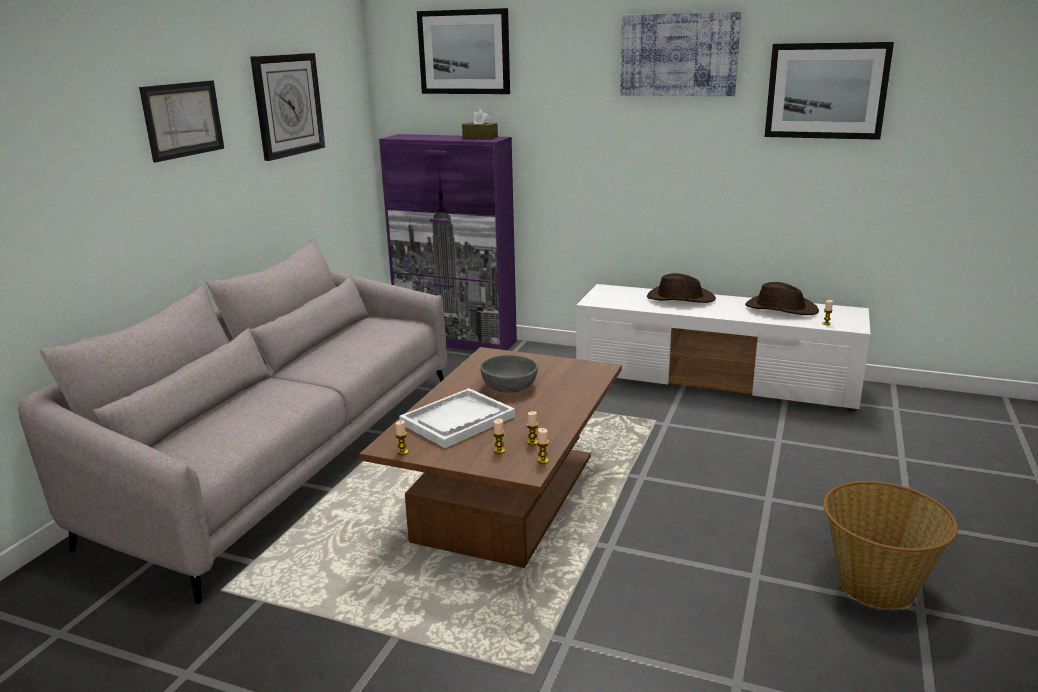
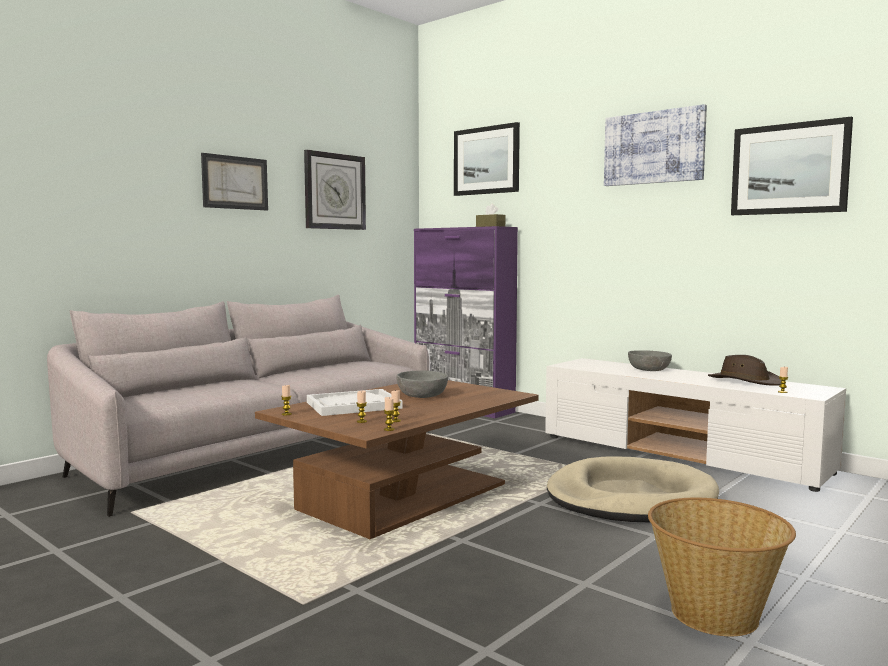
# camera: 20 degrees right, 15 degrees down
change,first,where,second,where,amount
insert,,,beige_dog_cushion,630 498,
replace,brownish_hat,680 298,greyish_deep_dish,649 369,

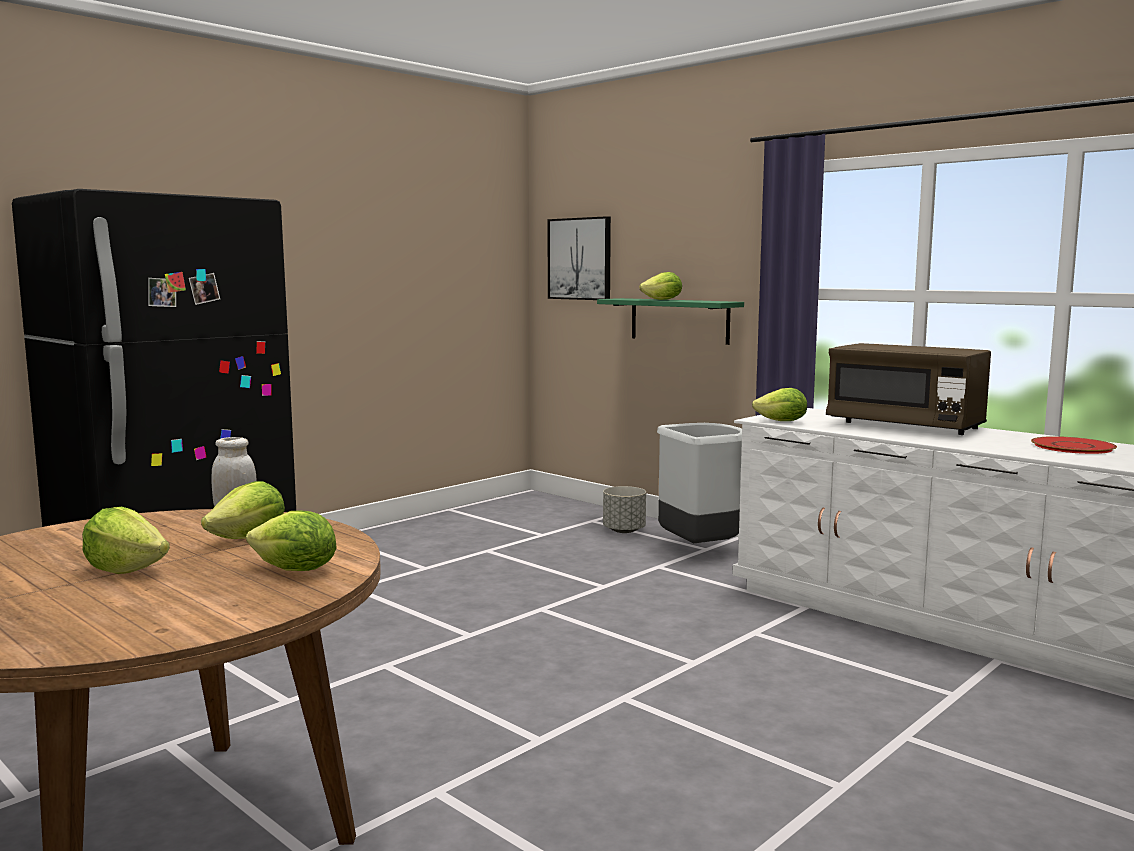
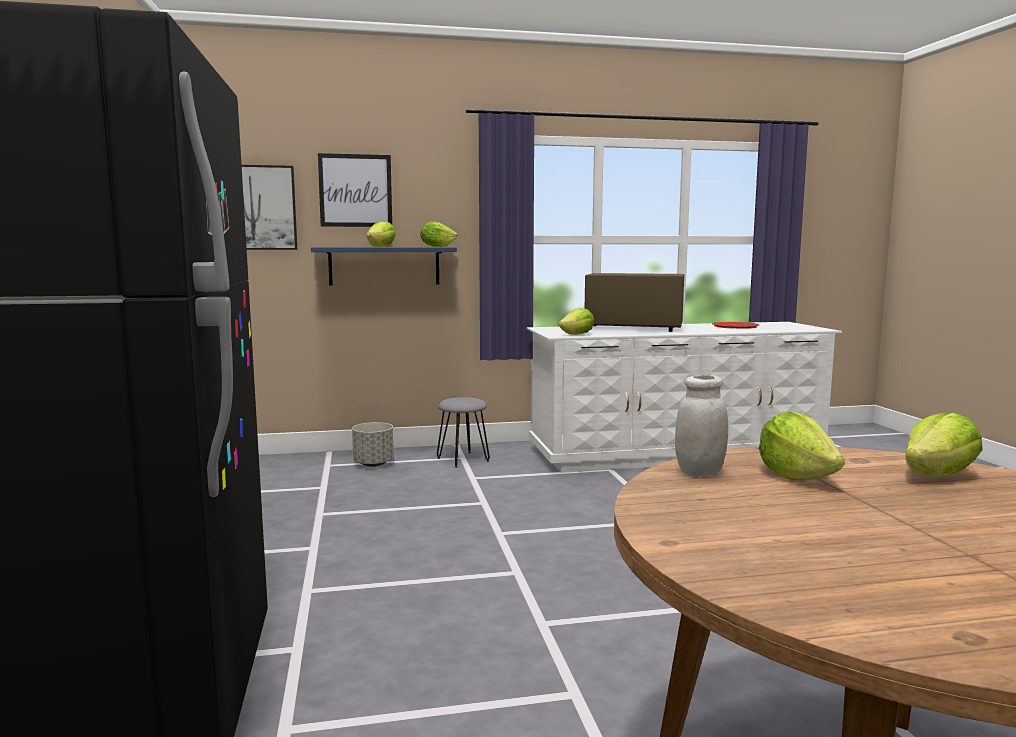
# camera: 55 degrees left, 0 degrees up
change,first,where,second,where,amount
insert,,,picture,355 190,
move,lettuce,126 569,,437 247,
replace,greyish_waste_bin,700 550,greyish_stool_seat,462 459,
recolor,green_bracket_shelf,679 320,blue-coloured_bracket_shelf,384 266,
rotate,brownish_kitchen_microwave,904 426,,633 328,150 degrees counterclockwise

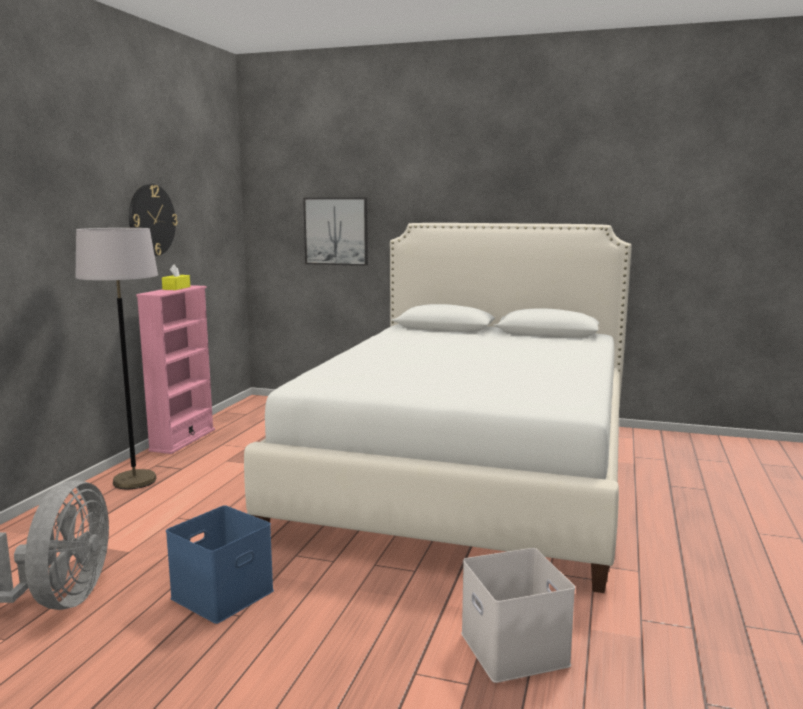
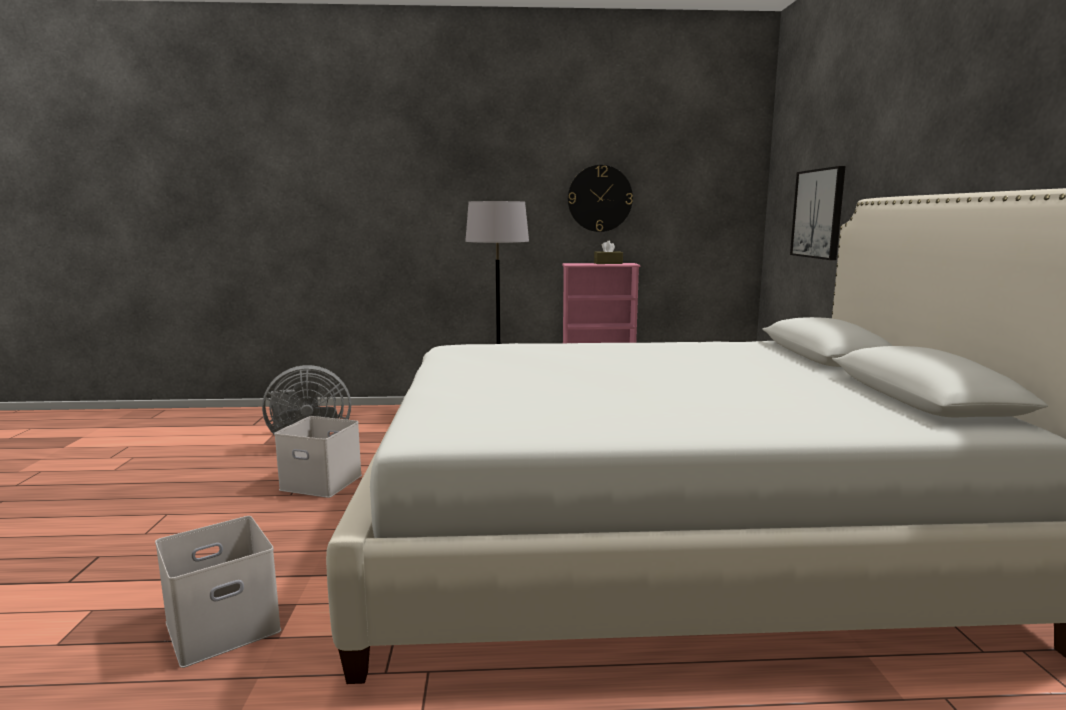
# camera: 70 degrees right, 0 degrees up
change,first,where,second,where,amount
recolor,yellowish_box_of_tissues,176 288,brownish_box_of_tissues,608 263,
recolor,blue-coloured_storage_box,223 593,white_storage_box,323 482,

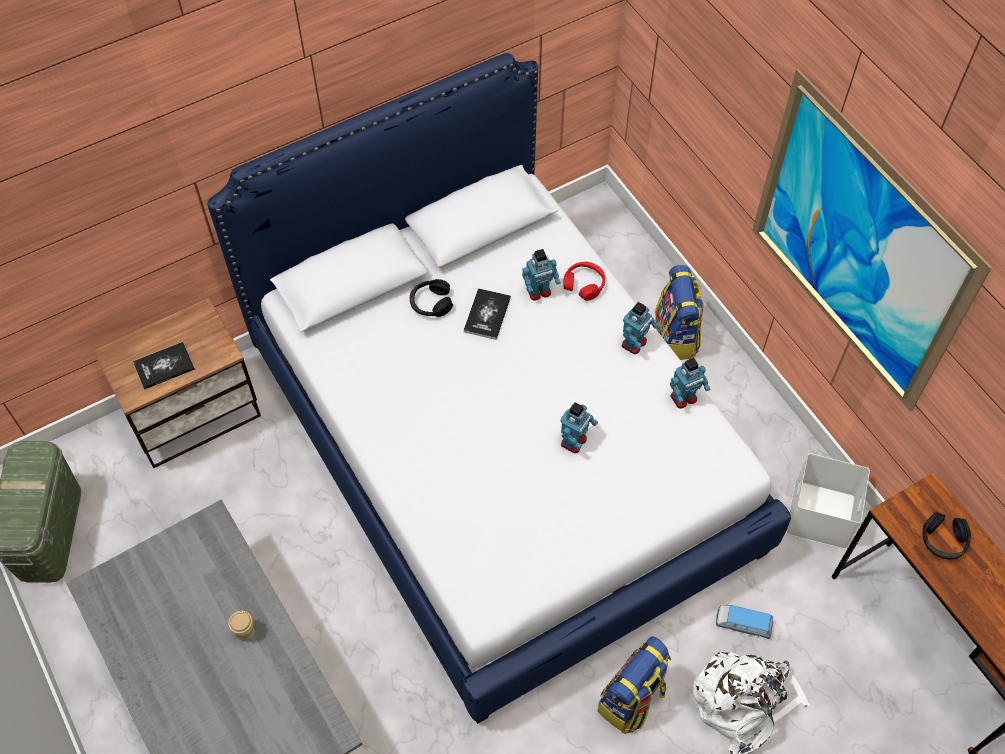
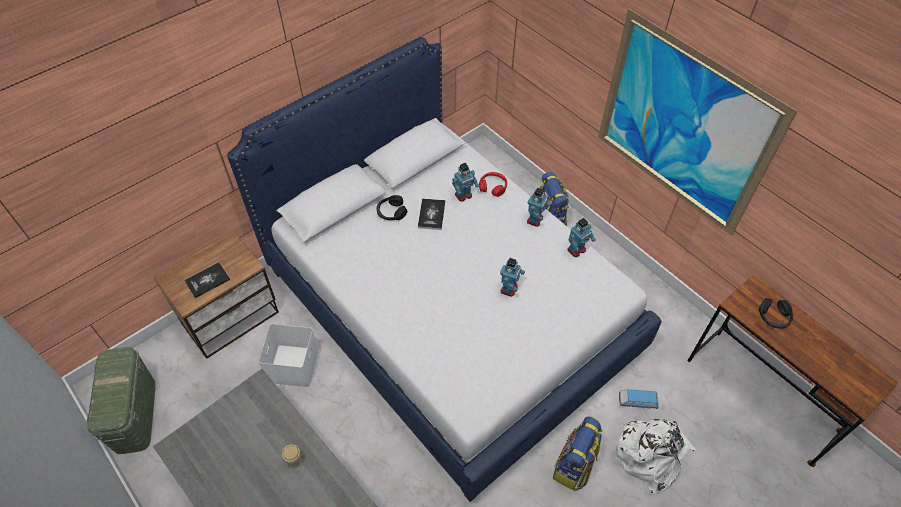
# camera: 10 degrees left, 5 degrees down
change,first,where,second,where,amount
move,white_storage_box,821 516,,294 367,

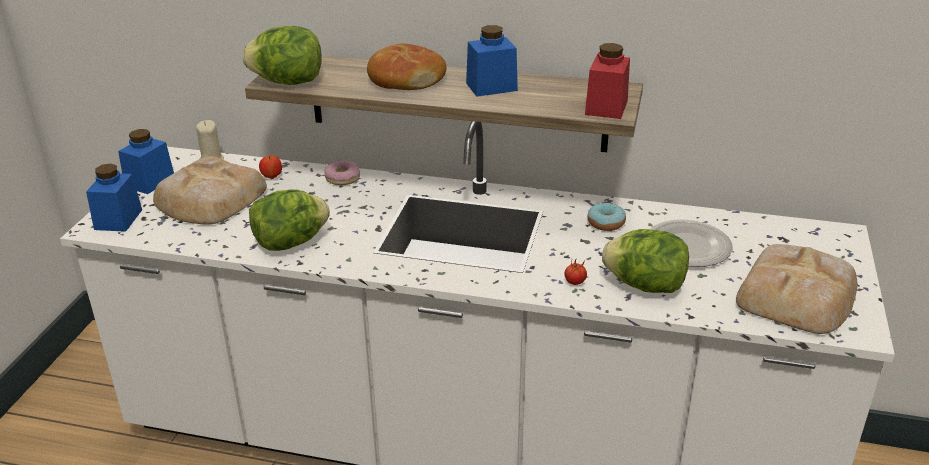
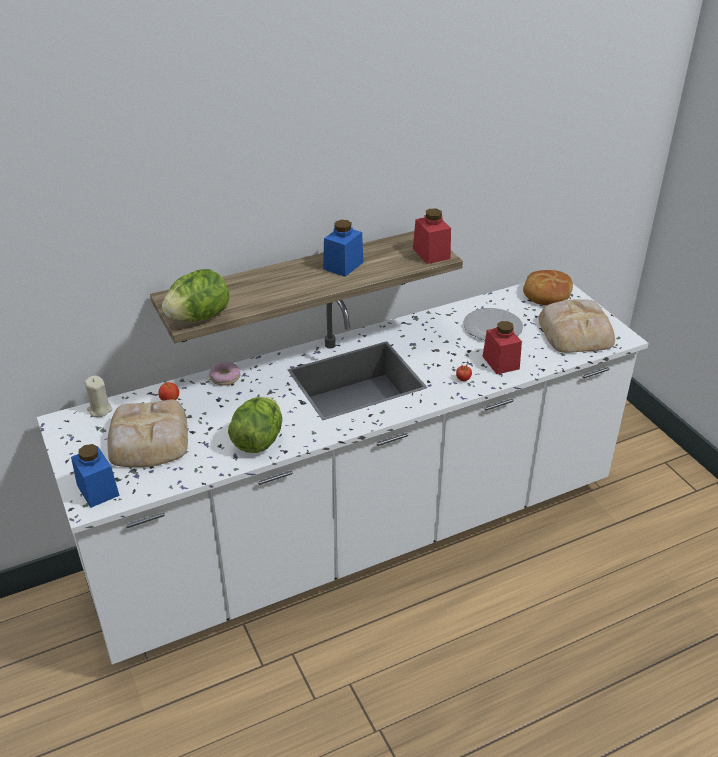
# camera: 40 degrees left, 5 degrees up
change,first,where,second,where,amount
delete,blue-coloured_storage_jar,150 182,,,
delete,doughnut,606 223,,,
move,bakery_bread,405 79,,546 294,
replace,lettuce,645 286,red-coloured_storage_jar,500 362,

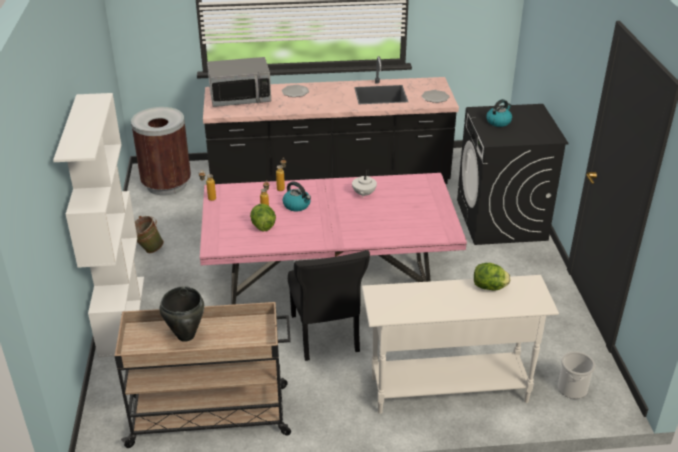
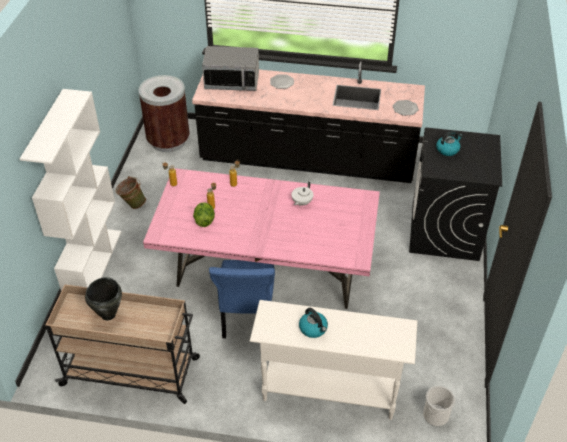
# camera: 15 degrees right, 10 degrees up
change,first,where,second,where,amount
delete,lettuce,489 287,,,
move,kettle,297 205,,313 329,
recolor,black_upright_chair,325 336,blue-coloured_upright_chair,247 318,

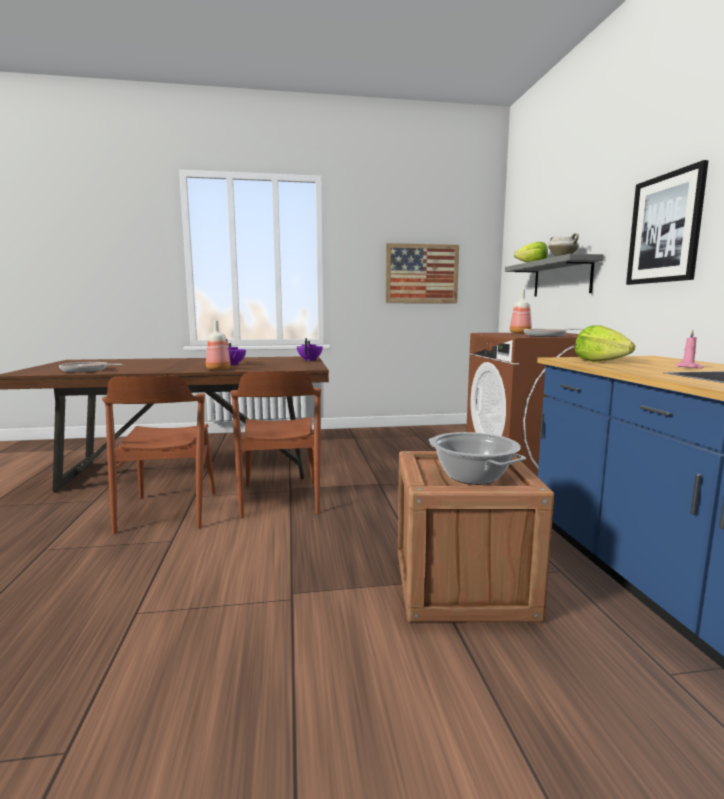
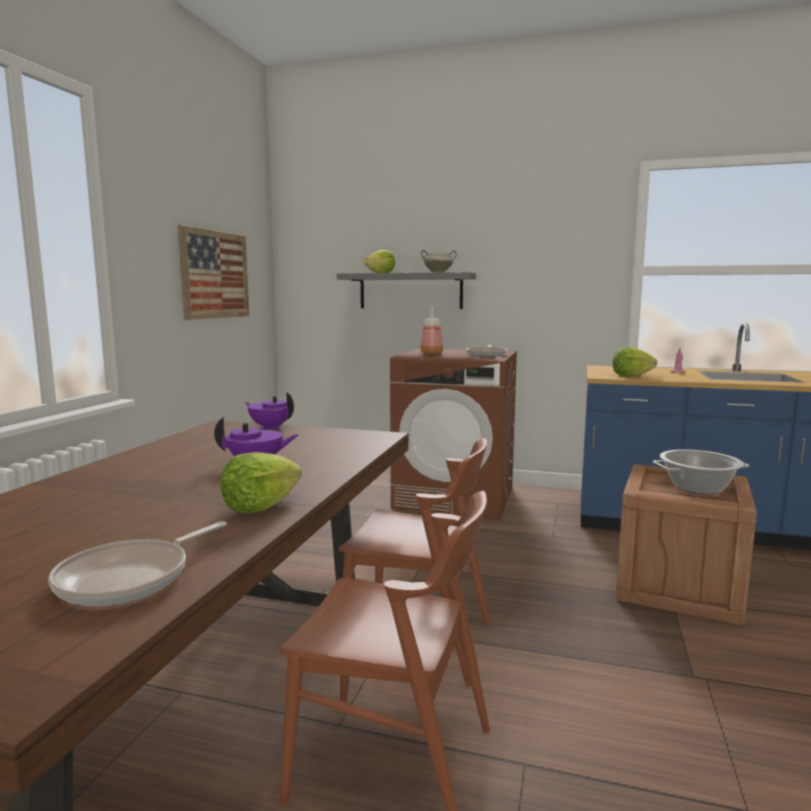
# camera: 65 degrees left, 0 degrees up
change,first,where,second,where,amount
delete,drink_bottle,218 369,,,
delete,picture,665 229,,,
insert,,,lettuce,260 506,

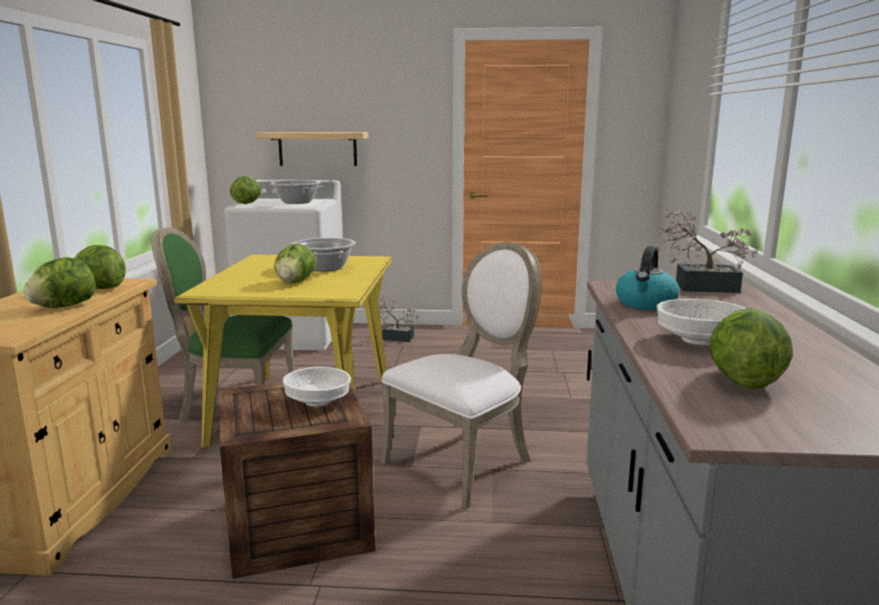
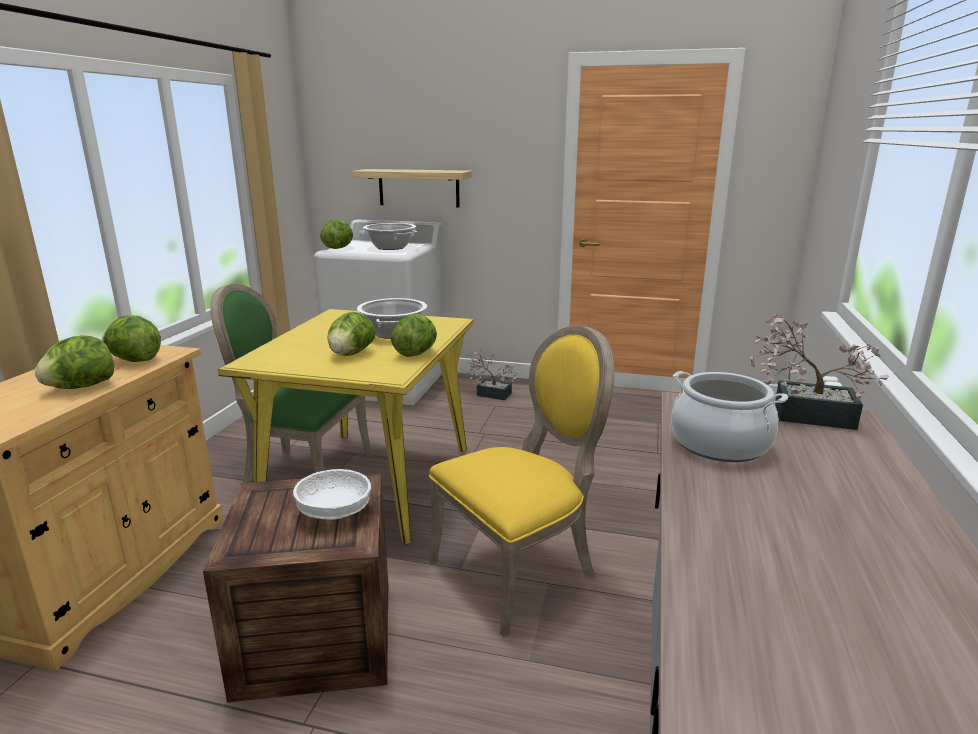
# camera: 10 degrees right, 5 degrees up
change,first,where,second,where,amount
delete,white_deep_dish,700 340,,,
move,lettuce,742 381,,416 353,
replace,kettle,646 304,saucepot,719 444,
recolor,white_upright_chair,465 462,yellowish_upright_chair,520 569,

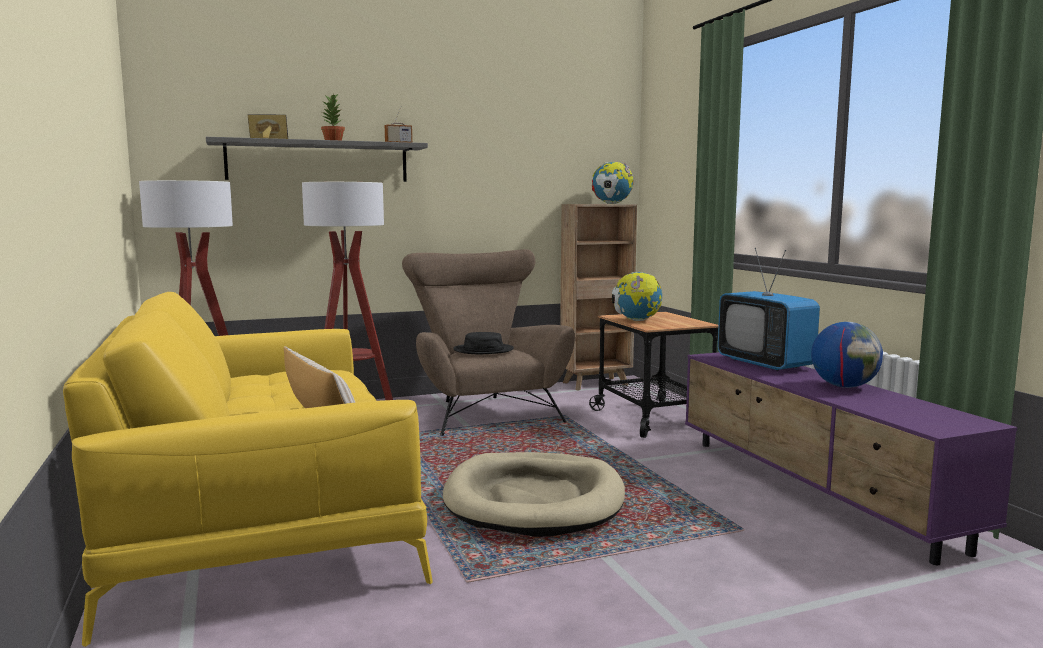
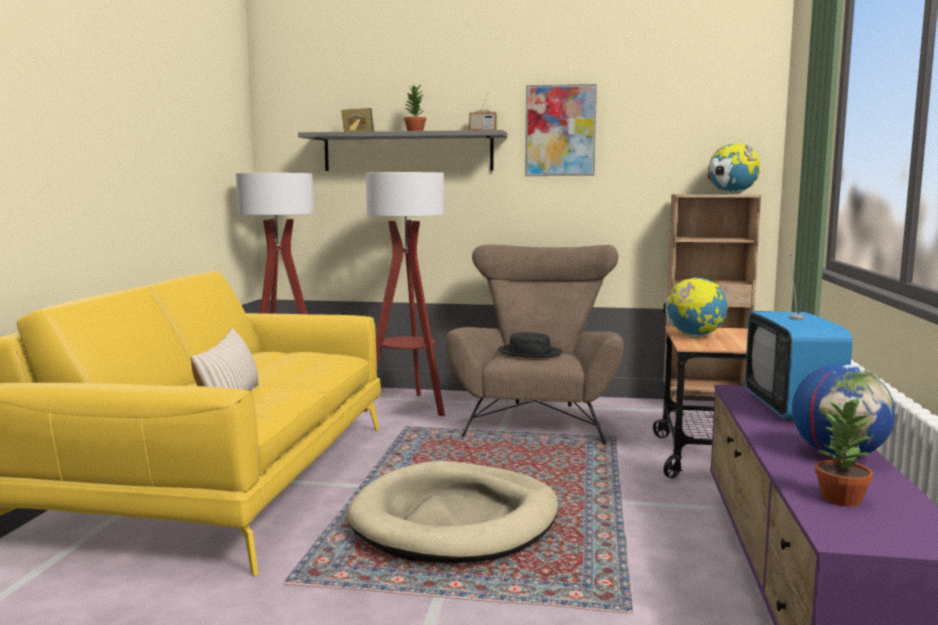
# camera: 30 degrees right, 0 degrees up
change,first,where,second,where,amount
insert,,,picture,560 130,
insert,,,houseplant,840 499,

